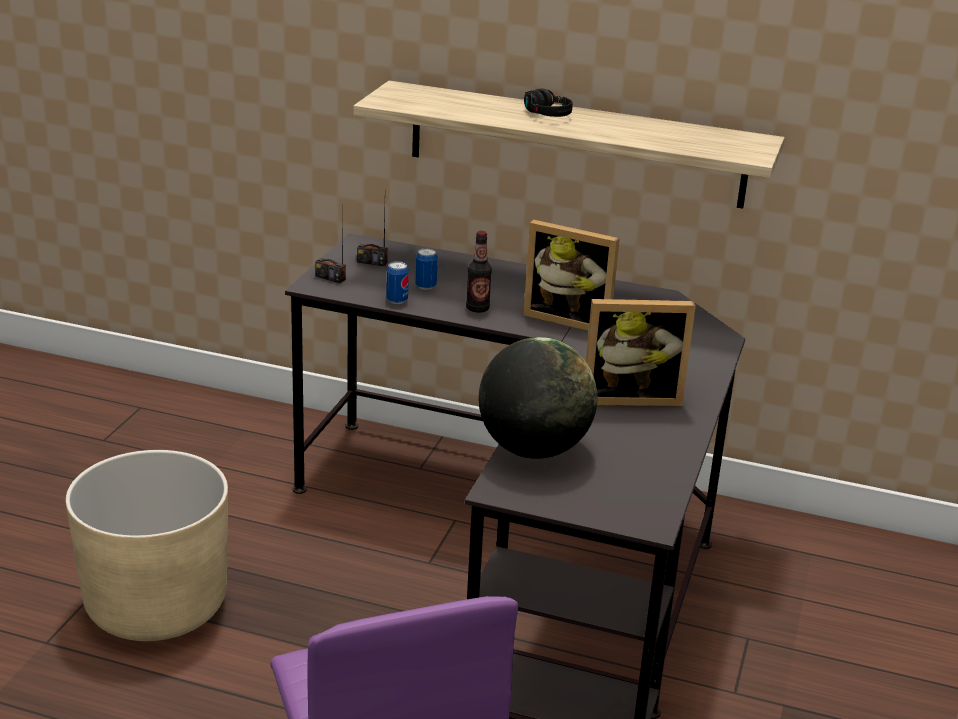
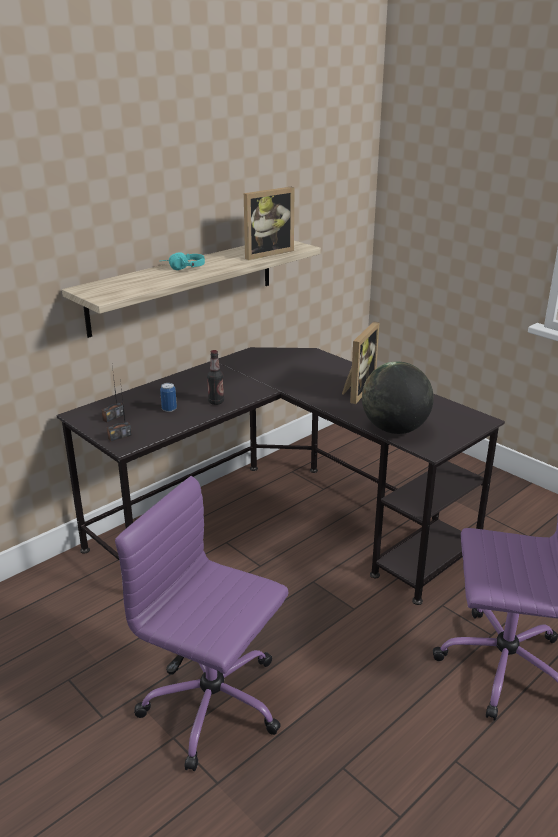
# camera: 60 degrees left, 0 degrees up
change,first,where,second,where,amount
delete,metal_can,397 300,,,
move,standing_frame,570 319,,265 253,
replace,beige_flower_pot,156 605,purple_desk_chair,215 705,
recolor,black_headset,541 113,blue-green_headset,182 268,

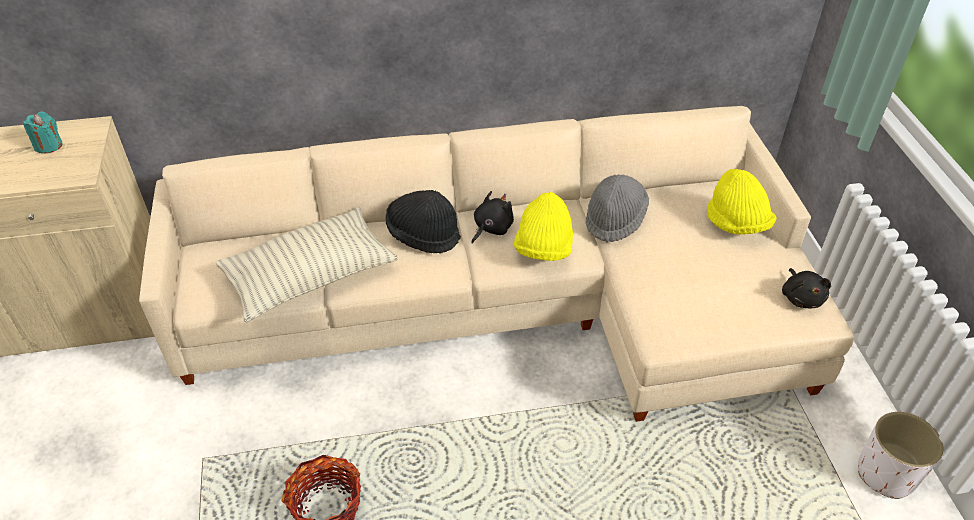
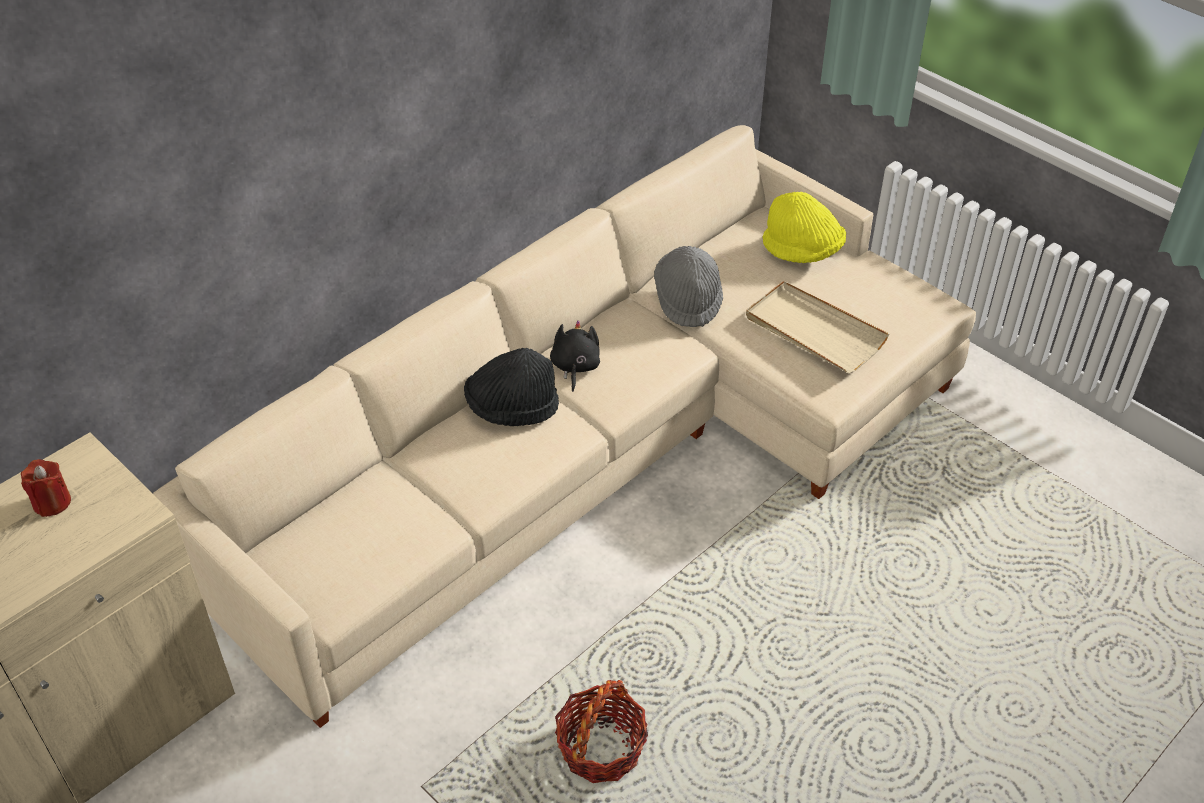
# camera: 35 degrees left, 0 degrees up
change,first,where,second,where,amount
delete,pillow,310 277,,,
delete,yellowish_hat,543 248,,,
delete,black_plush_toy,801 297,,,
delete,white_flower_pot,886 474,,,
insert,,,beige_serving_tray,814 331,
recolor,blue-green_candle,49 145,red-coloured_candle,52 502,

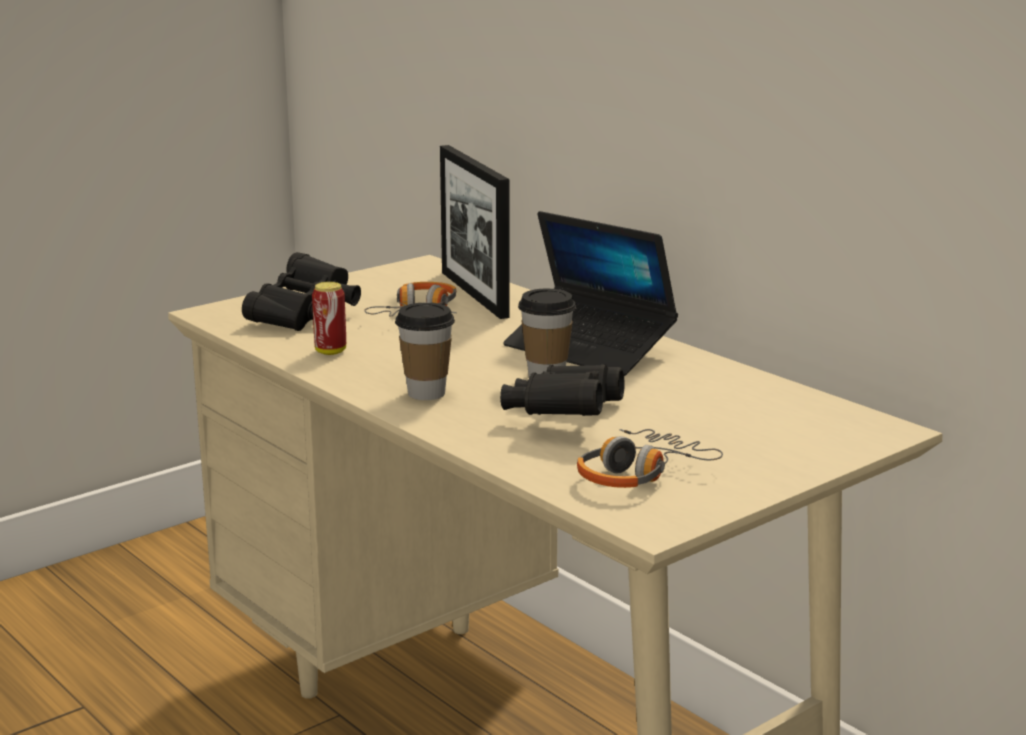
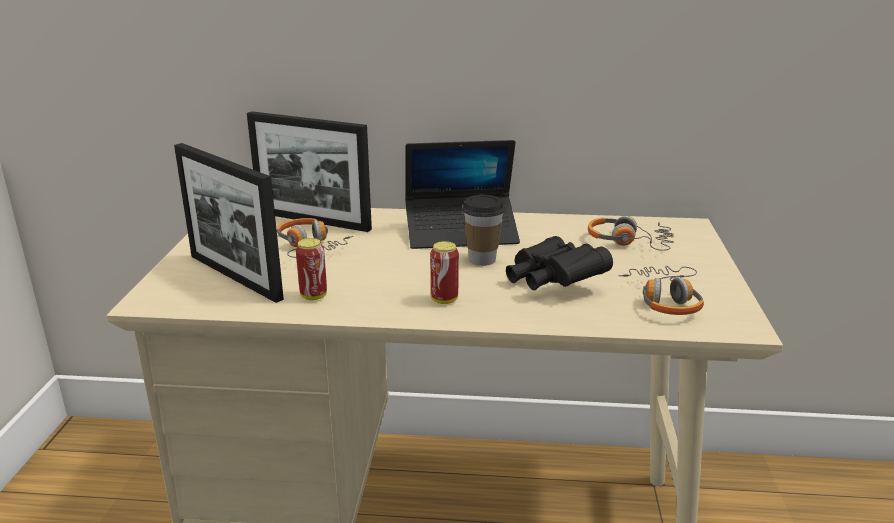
# camera: 45 degrees left, 5 degrees up
change,first,where,second,where,amount
insert,,,headset,629 242,
replace,black_pair_of_binoculars,306 317,standing_frame,235 277,
replace,small_cup,426 393,metal_can,444 300,

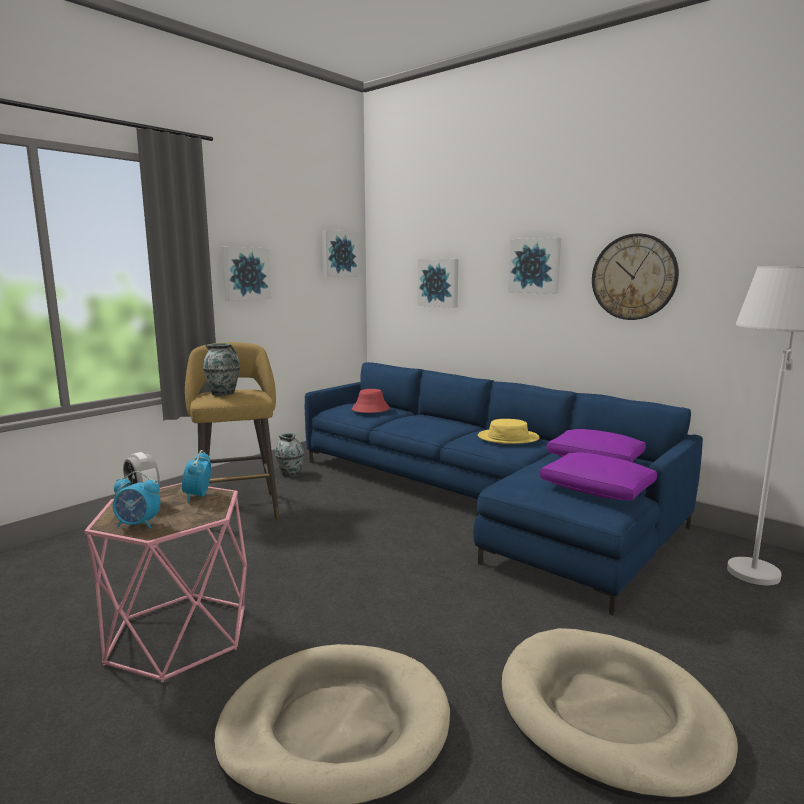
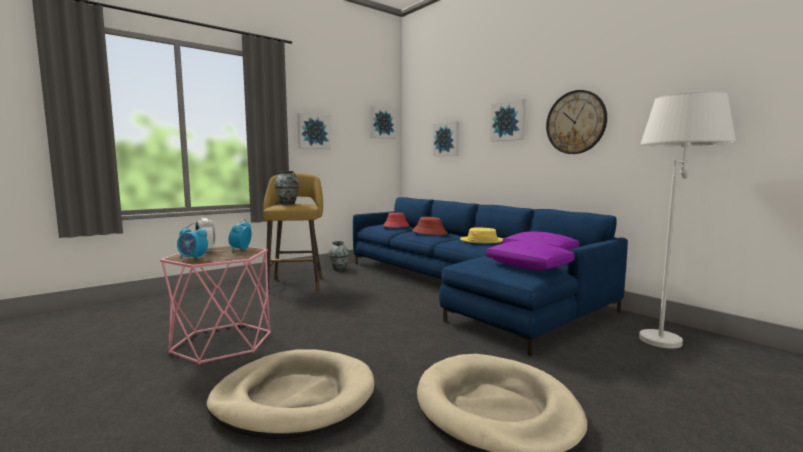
# camera: 10 degrees right, 5 degrees down
change,first,where,second,where,amount
insert,,,red-coloured_hat,429 232,

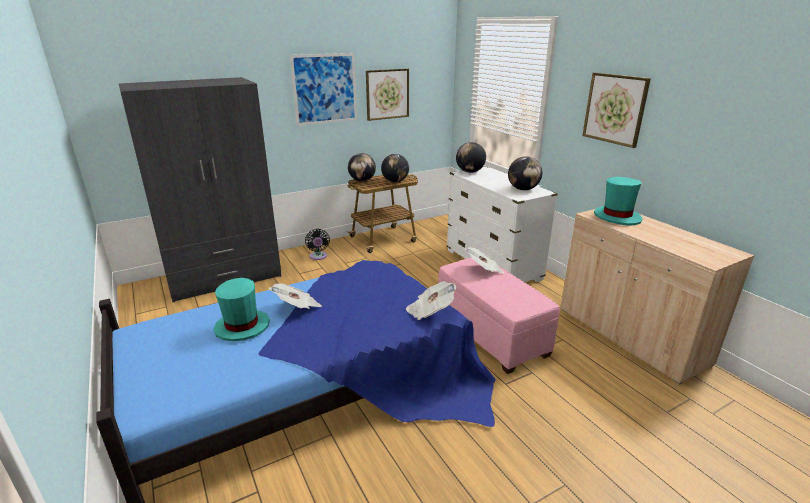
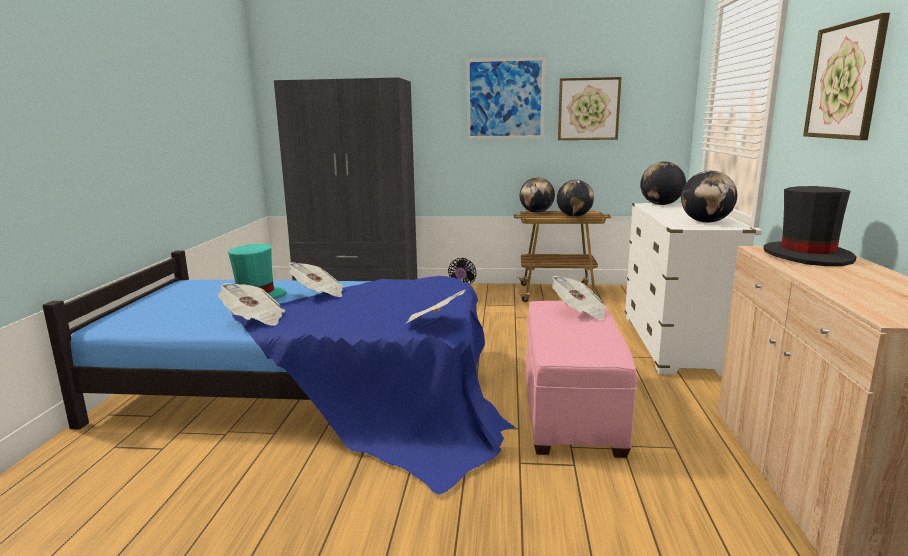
# camera: 35 degrees right, 10 degrees down
change,first,where,second,where,amount
insert,,,daily_paper,254 319,
recolor,blue-green_hat,617 217,black_hat,807 256,

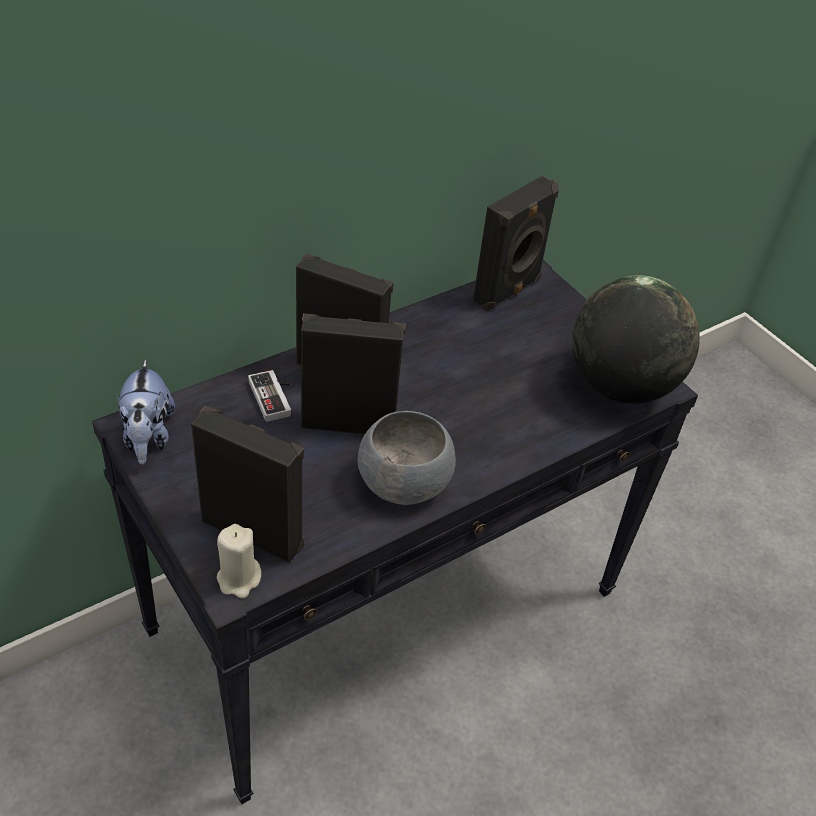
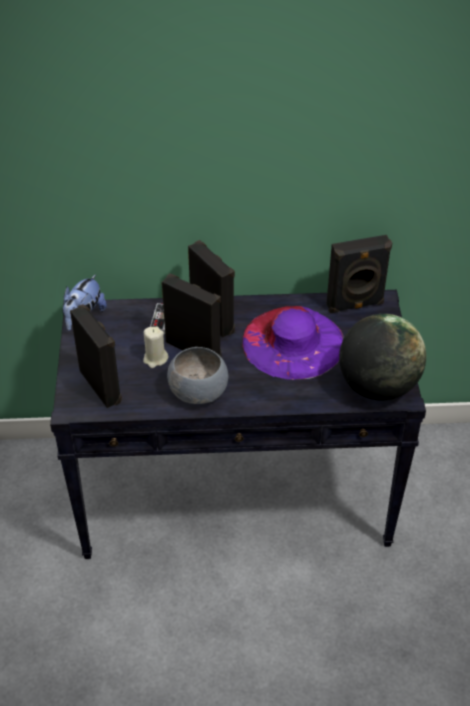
# camera: 35 degrees right, 0 degrees up
change,first,where,second,where,amount
insert,,,purple_hat,293 342,
move,beige_candle,239 579,,155 359,

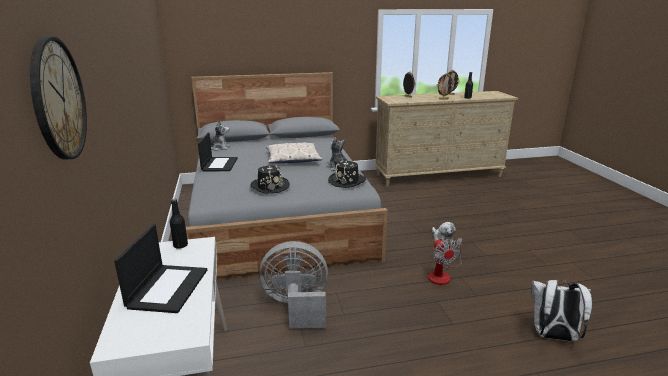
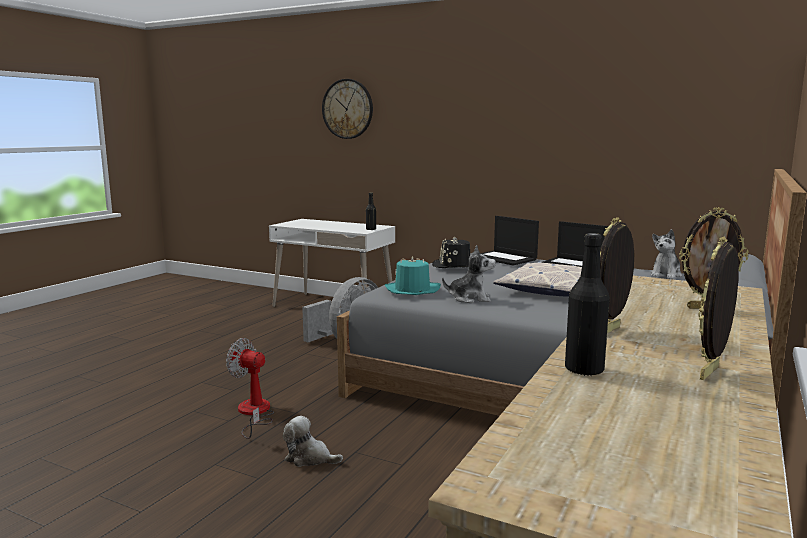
# camera: 130 degrees right, 10 degrees down
change,first,where,second,where,amount
delete,white_knapsack,553 336,,,
move,portable_computer,168 287,,504 258,
recolor,black_hat,347 181,blue-green_hat,412 290,

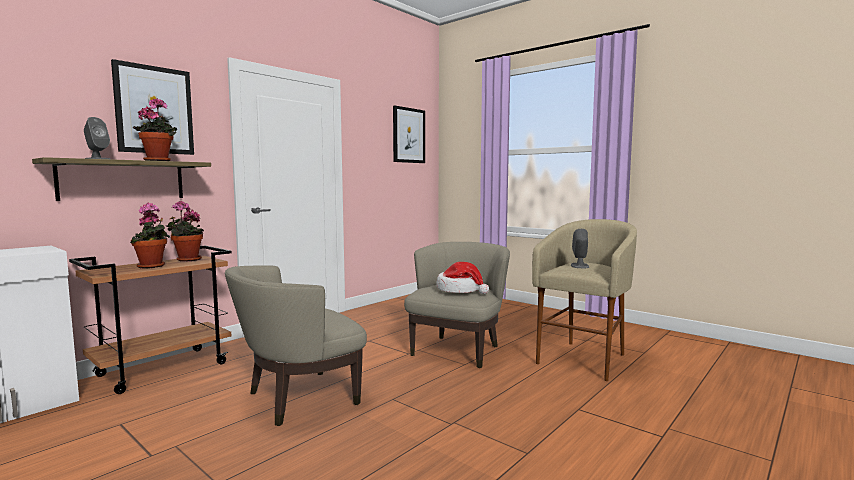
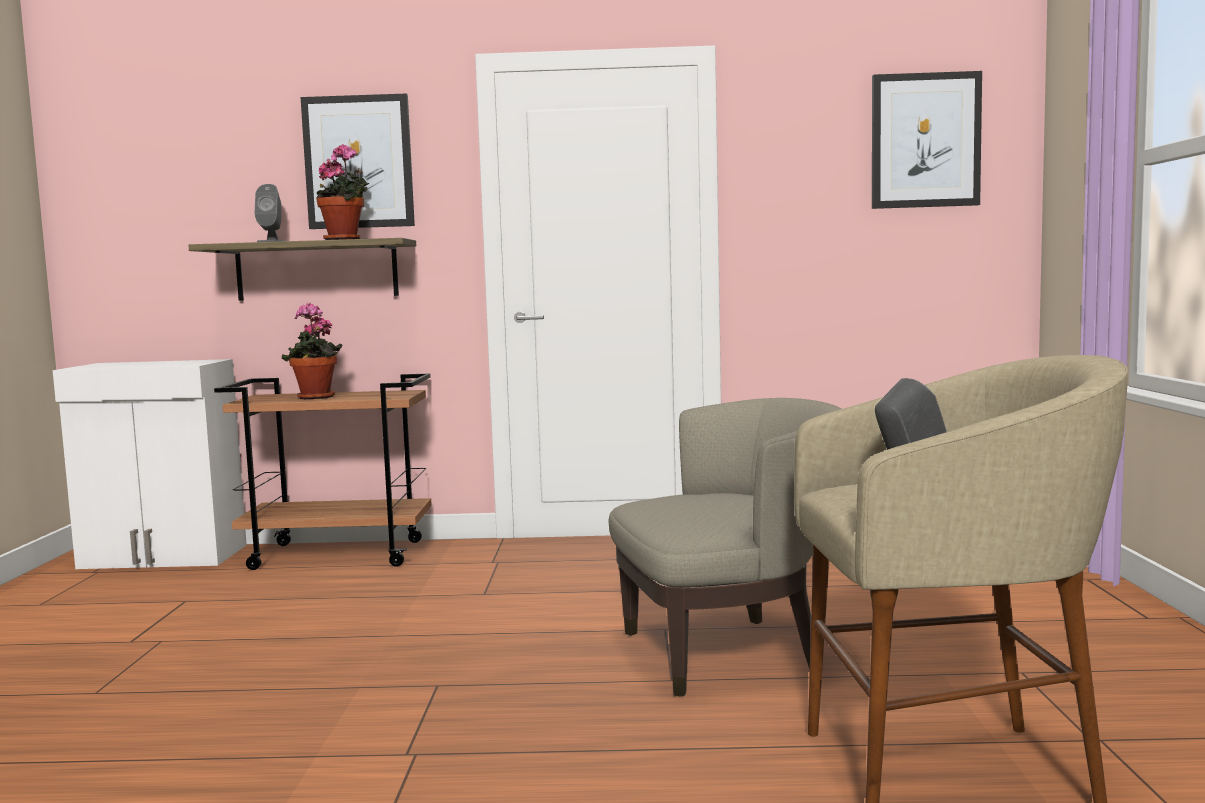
# camera: 50 degrees right, 0 degrees up
change,first,where,second,where,amount
delete,houseplant,186 260,,,
delete,beige_easy_chair,298 399,,,
delete,hat,460 290,,,

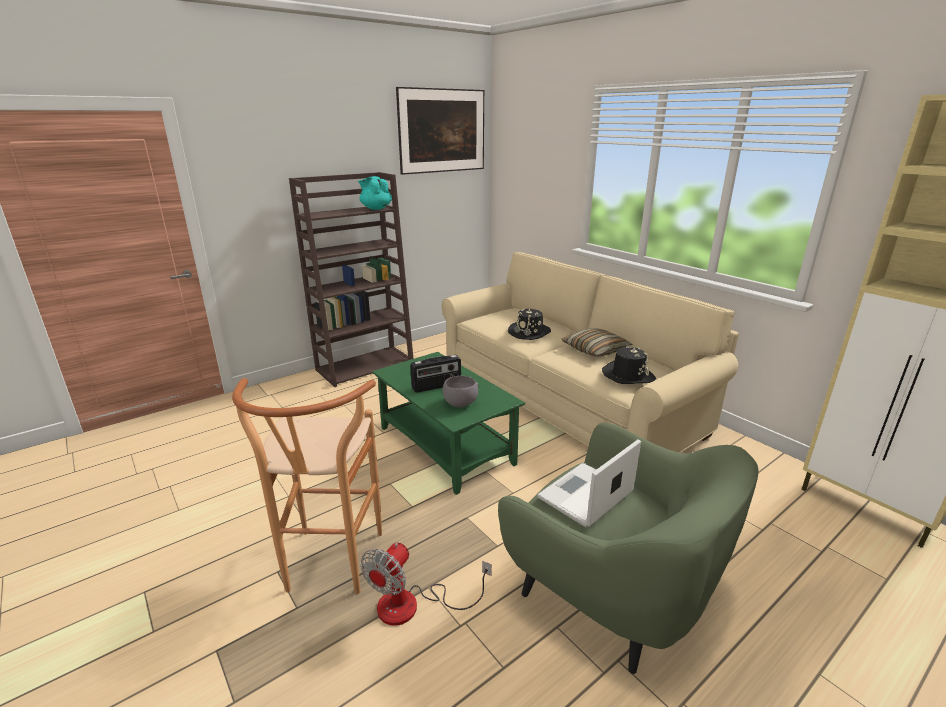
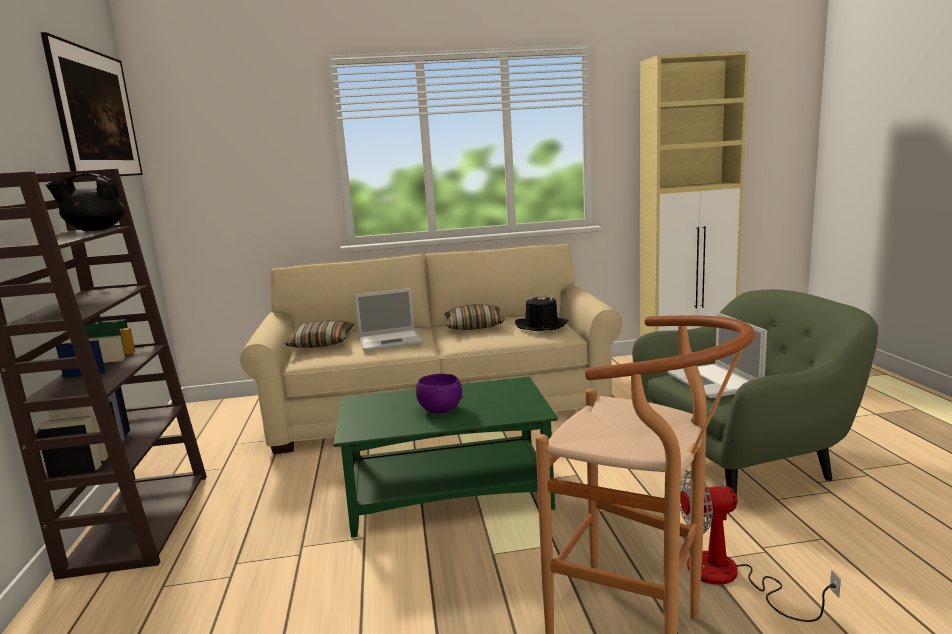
# camera: 60 degrees left, 10 degrees down
change,first,where,second,where,amount
delete,greyish_deep_dish,459 403,,,
insert,,,pillow,321 343,
replace,radio,436 386,purple_deep_dish,440 410,
replace,black_hat,529 332,portable_computer,391 340,
recolor,blue-green_pot_for_tea,376 208,black_pot_for_tea,95 230,
rotate,electric_fan,412 605,,729 577,120 degrees clockwise

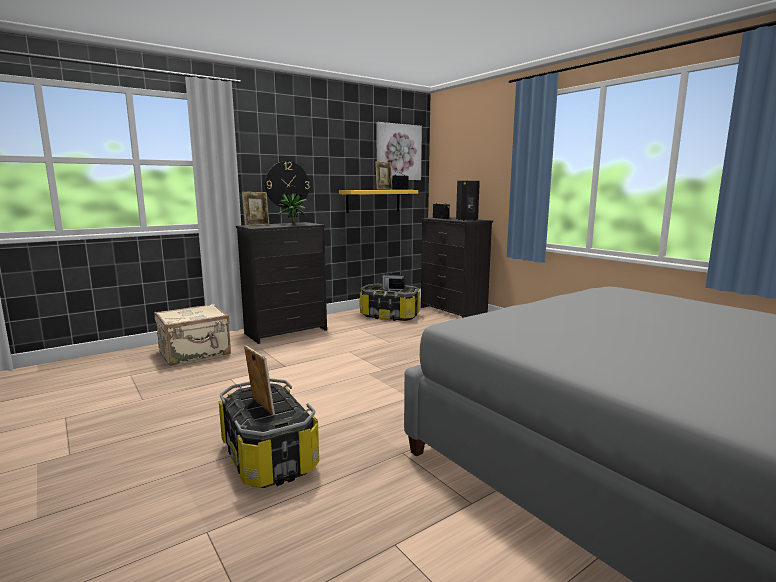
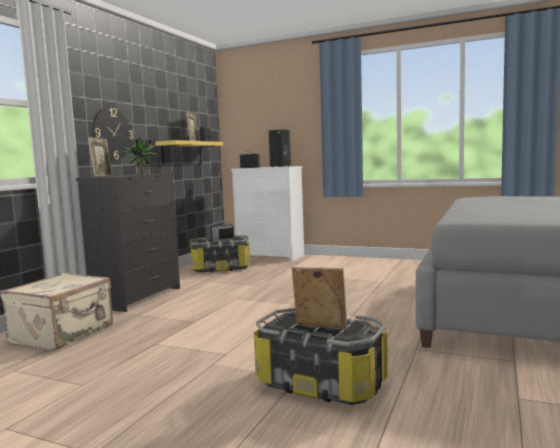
# camera: 30 degrees left, 5 degrees down
change,first,where,second,where,amount
delete,picture,398 152,,,
recolor,black_dresser,453 311,white_dresser,271 256,

